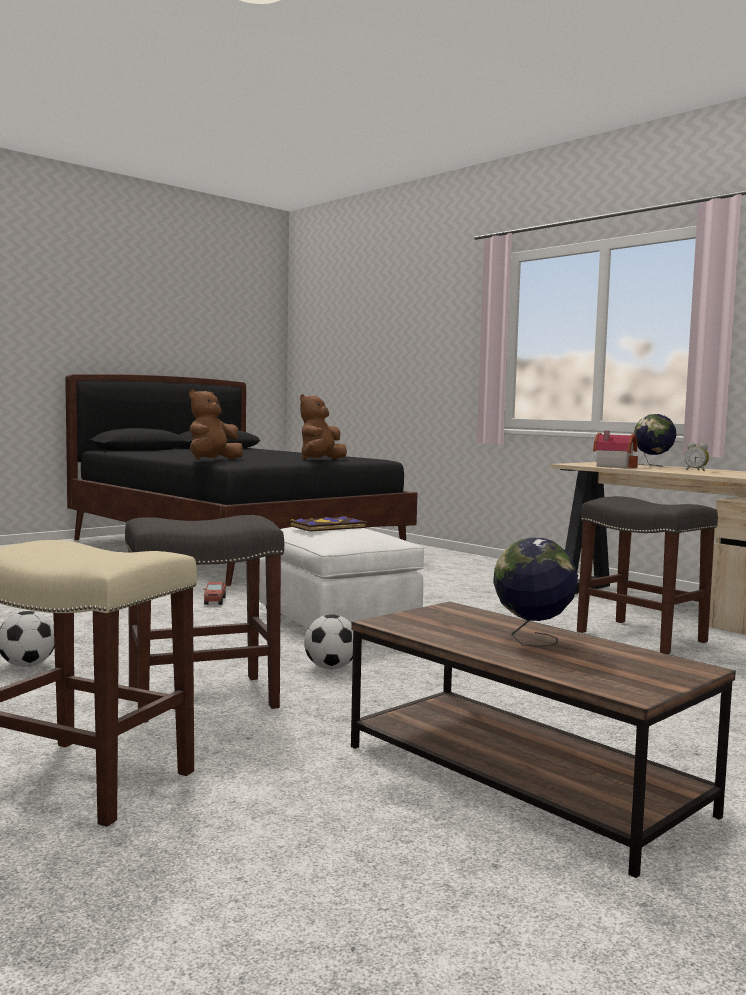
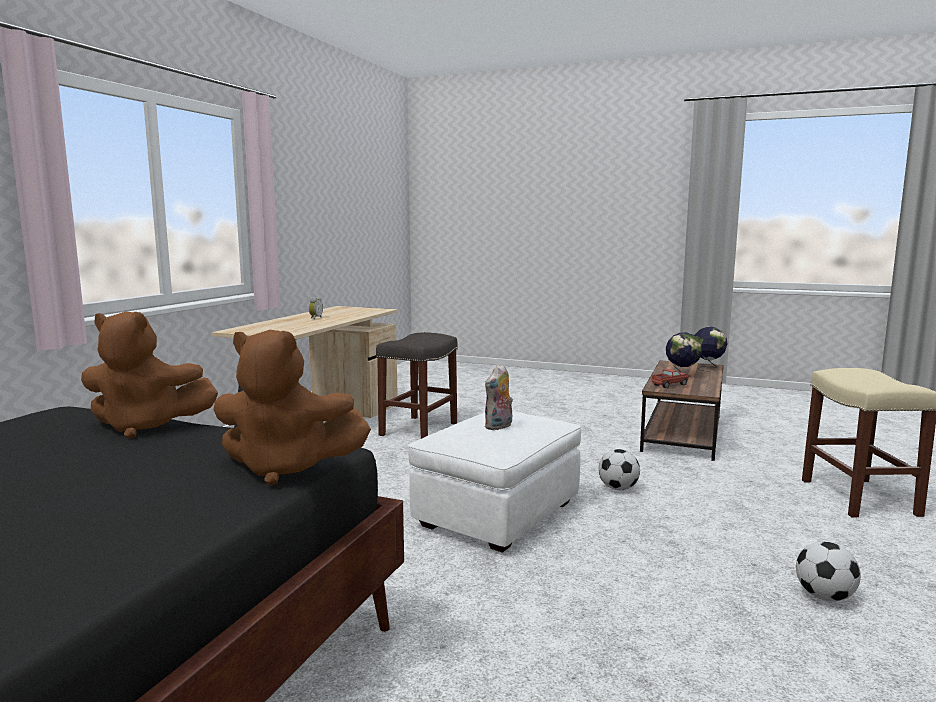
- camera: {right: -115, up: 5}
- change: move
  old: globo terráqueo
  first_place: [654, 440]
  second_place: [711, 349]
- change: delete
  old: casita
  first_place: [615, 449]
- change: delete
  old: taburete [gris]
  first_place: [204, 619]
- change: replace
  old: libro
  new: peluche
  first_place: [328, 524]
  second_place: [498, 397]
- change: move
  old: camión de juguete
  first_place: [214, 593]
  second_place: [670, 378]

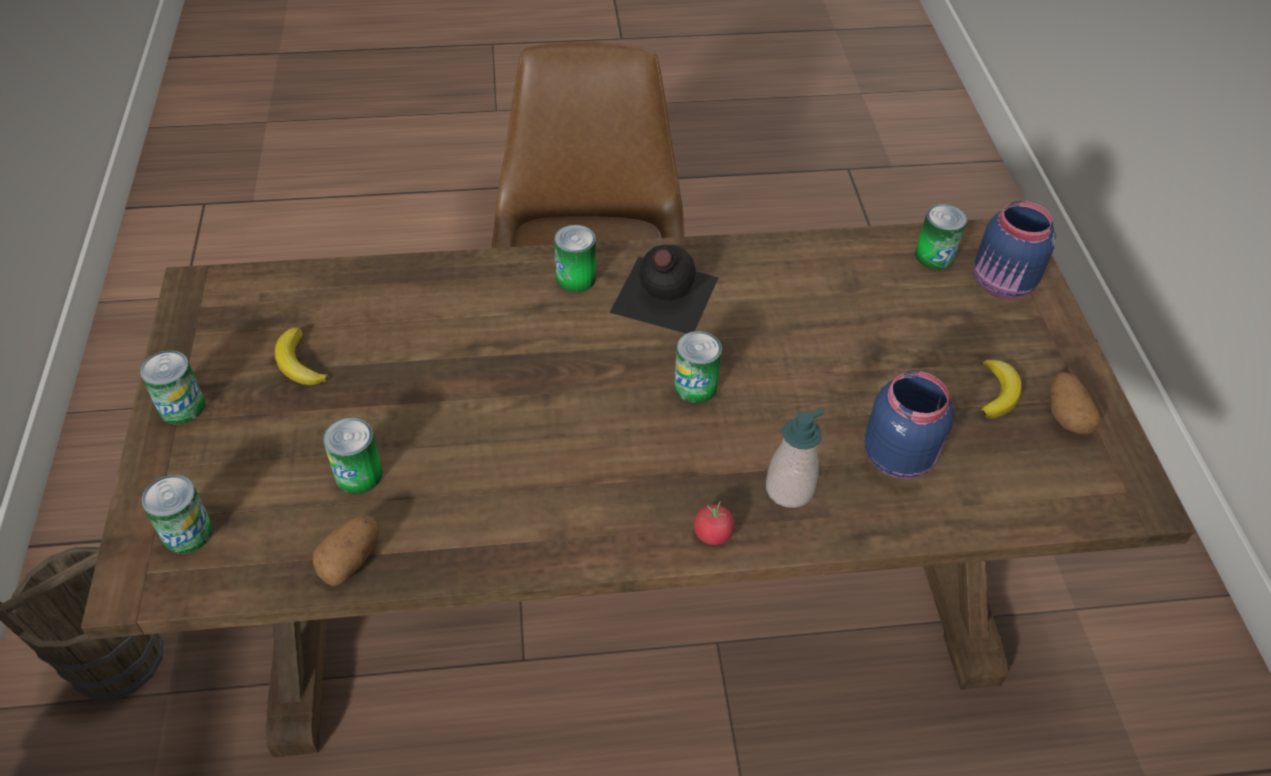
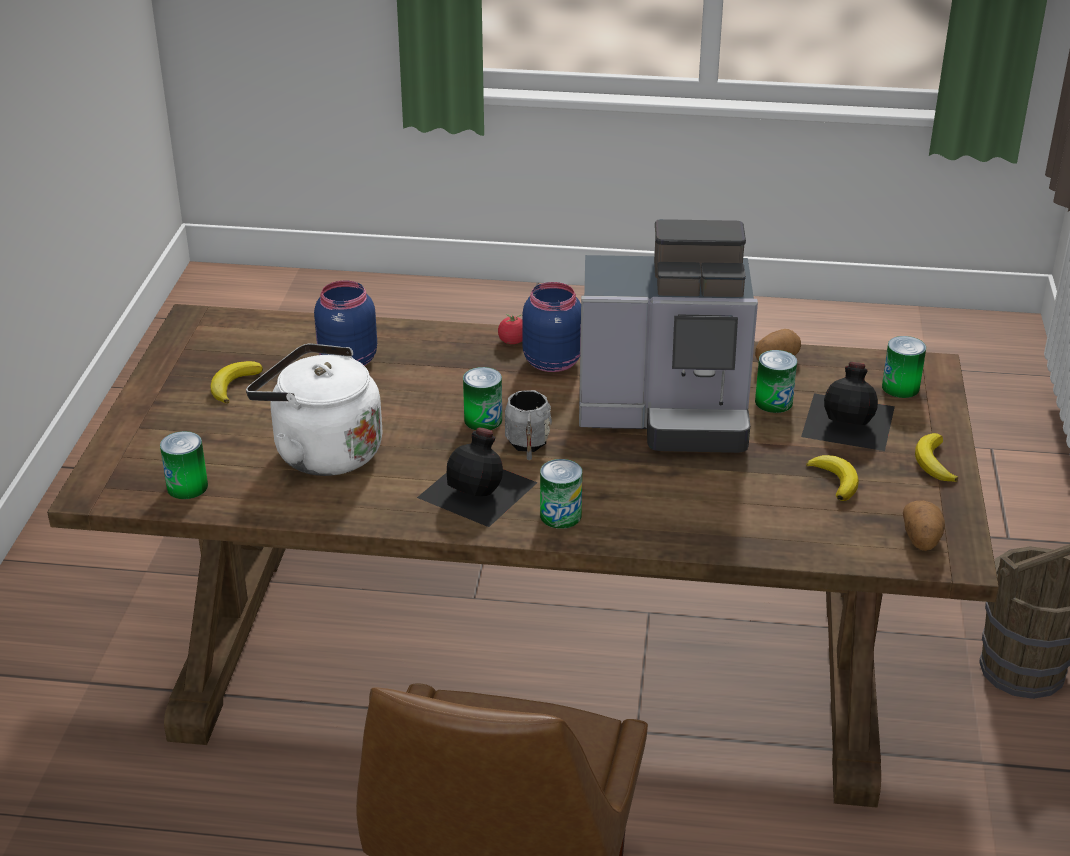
- camera: {right: -165, up: -15}
- change: move
  old: tarro [azul]
  first_place: [1015, 250]
  second_place: [551, 327]
- change: replace
  old: lata
  new: plátano
  first_place: [172, 387]
  second_place: [936, 457]
- change: move
  old: patata
  first_place: [1075, 403]
  second_place: [924, 526]
- change: delete
  old: dispensador de jabón
  first_place: [795, 458]
- change: insert
  new: cafetera
  second_place: [668, 336]
- change: insert
  new: hervidor [blanco]
  second_place: [314, 409]
- change: insert
  new: botella [negro]
  second_place: [848, 406]
- change: insert
  new: taza grande [gris]
  second_place: [528, 425]

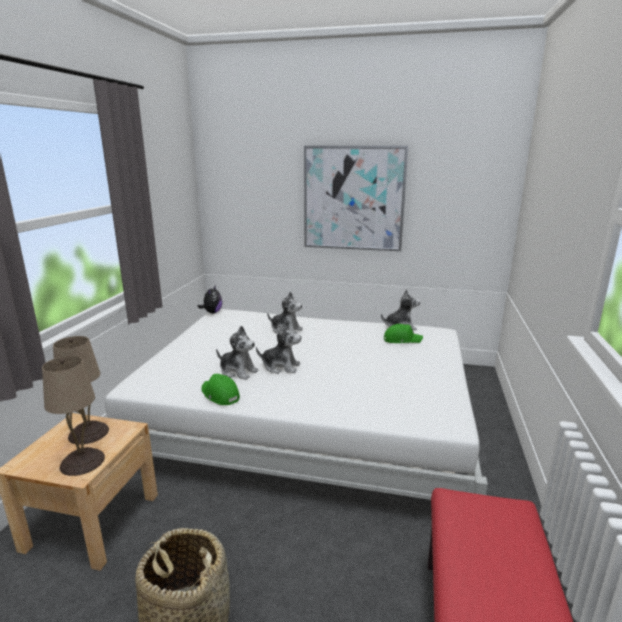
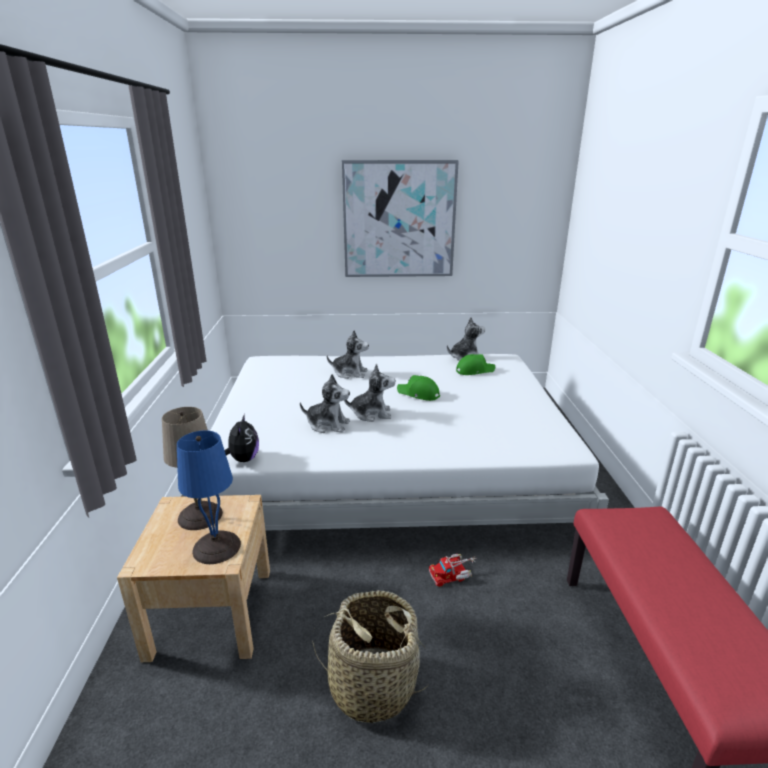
- camera: {right: -15, up: 5}
- change: move
  old: peluche
  first_place: [210, 299]
  second_place: [242, 438]
- change: recolor
  old: lámpara de mesa [beis]
  new: lámpara de mesa [azul]
  first_place: [73, 416]
  second_place: [209, 497]
- change: move
  old: gorra [verde]
  first_place: [220, 389]
  second_place: [418, 388]
- change: insert
  new: camión de juguete
  second_place: [452, 570]

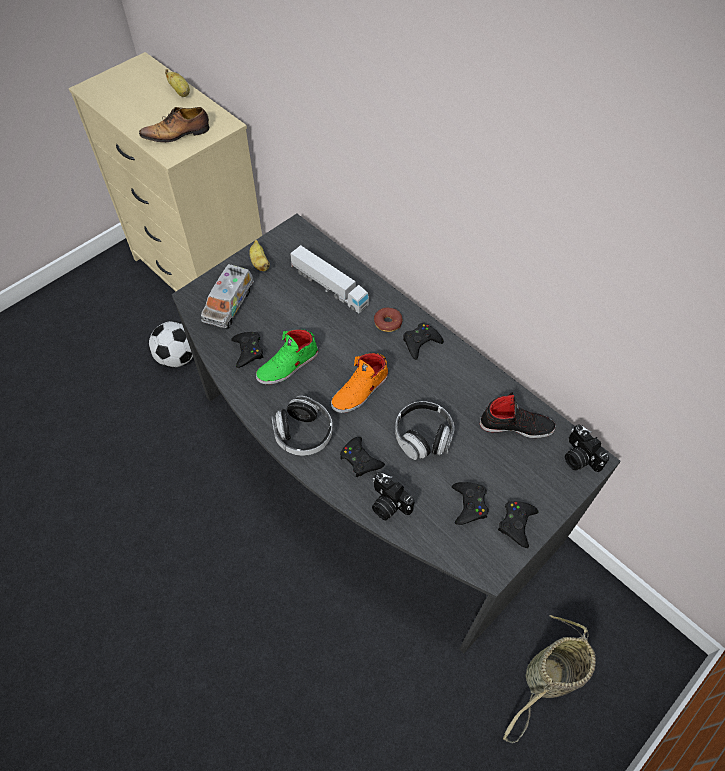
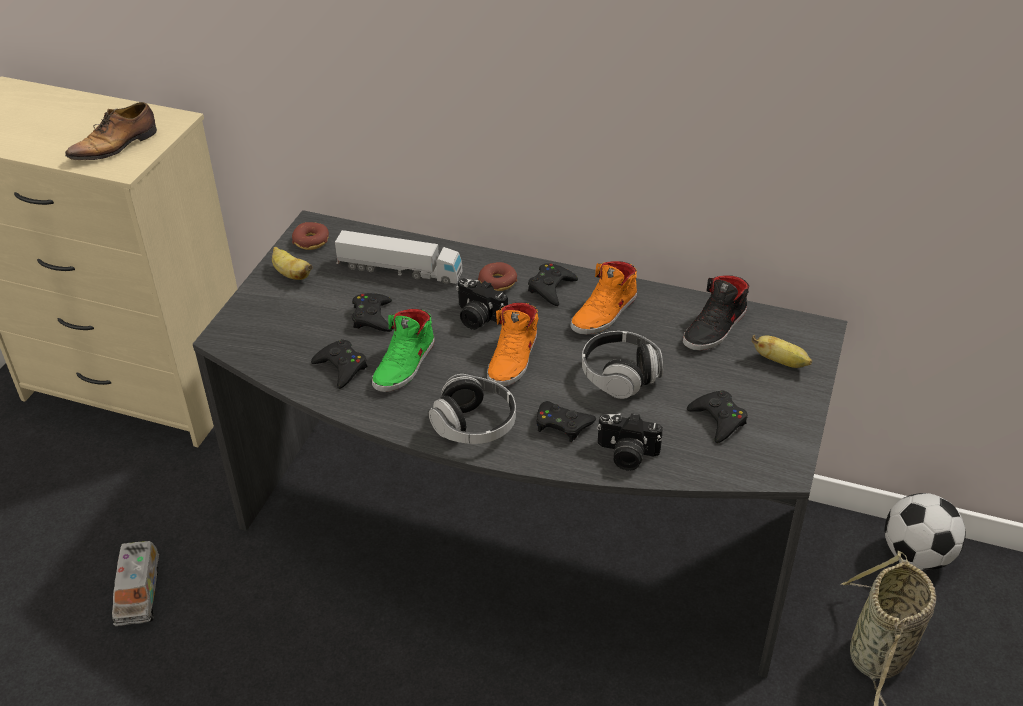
- camera: {right: -25, up: -15}
- change: move
  old: plátano
  first_place: [177, 83]
  second_place: [782, 351]
- change: move
  old: camión de juguete
  first_place: [227, 296]
  second_place: [135, 583]
- change: move
  old: balón de fútbol
  first_place: [171, 344]
  second_place: [925, 531]
- change: rotate
  old: zapato [negro]
  first_place: [518, 415]
  second_place: [716, 313]
  degrees: 150
- change: move
  old: cámara
  first_place: [587, 448]
  second_place: [482, 304]
- change: move
  old: mando de consola [negro]
  first_place: [518, 524]
  second_place: [372, 312]
- change: insert
  new: rosquilla
  second_place: [310, 236]
- change: insert
  new: zapato [naranja]
  second_place: [603, 298]

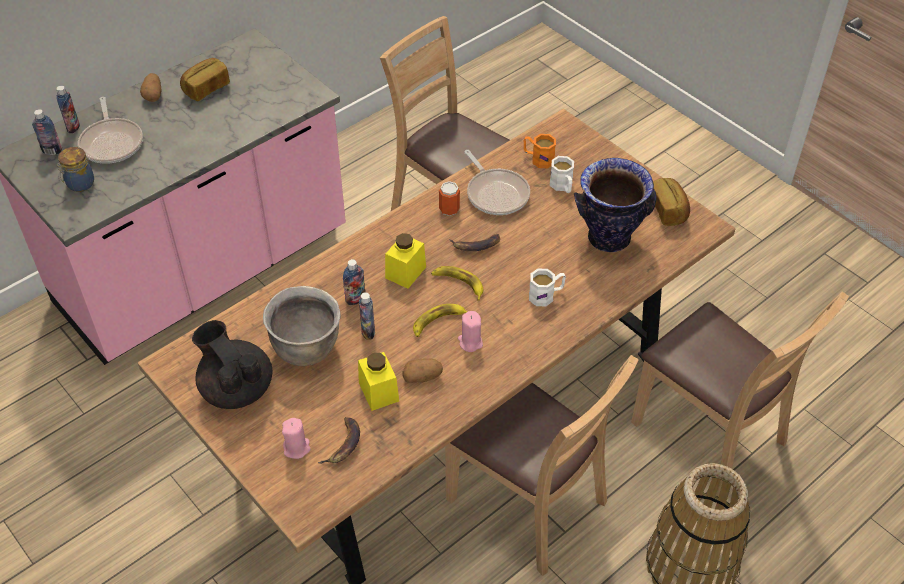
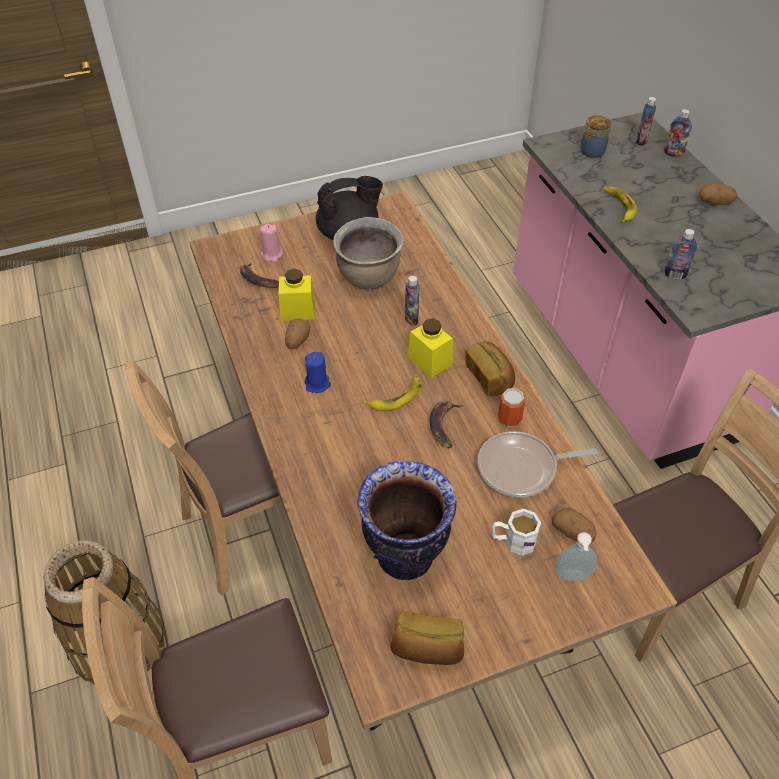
- camera: {right: 110, up: 0}
- change: move
  old: pan
  first_place: [205, 79]
  second_place: [490, 368]
- change: delete
  old: sartén
  first_place: [110, 130]
- change: replace
  old: taza grande [naranja]
  new: patata
  first_place: [540, 151]
  second_place: [574, 525]
- change: delete
  old: taza grande [blanco]
  first_place: [547, 287]
- change: move
  old: botella
  first_place: [367, 316]
  second_place: [681, 254]
- change: move
  old: plátano
  first_place: [440, 320]
  second_place: [620, 205]
- change: recolor
  old: vela [rosa]
  new: vela [azul]
  first_place: [470, 331]
  second_place: [318, 372]
- change: insert
  new: dispensador de jabón
  second_place: [575, 556]

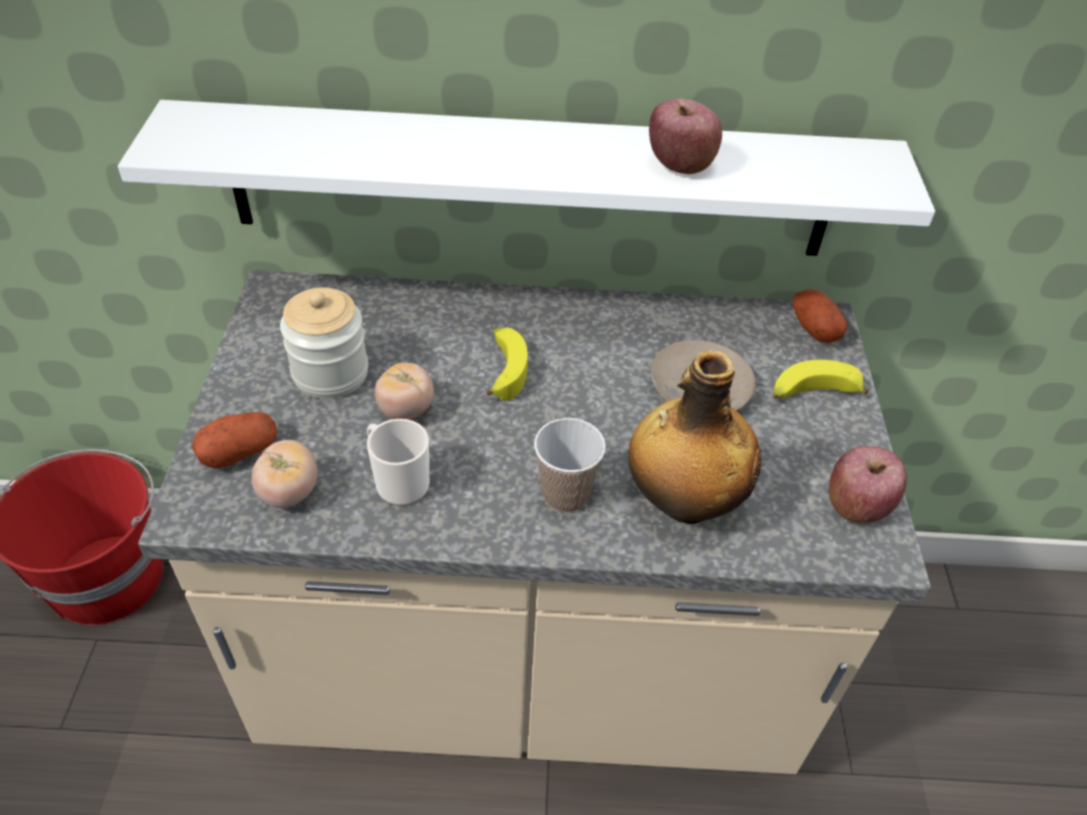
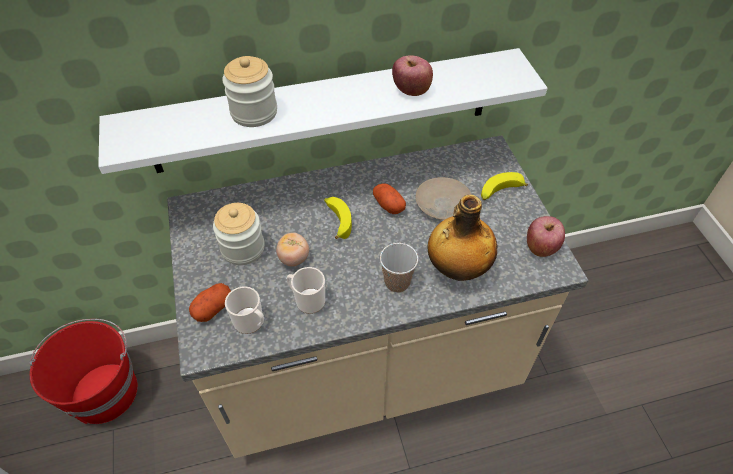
- camera: {right: -15, up: 5}
- change: move
  old: patata
  first_place: [820, 316]
  second_place: [389, 198]
- change: replace
  old: tomate
  new: taza grande
  first_place: [284, 474]
  second_place: [244, 310]
- change: insert
  new: tarro
  second_place: [249, 91]

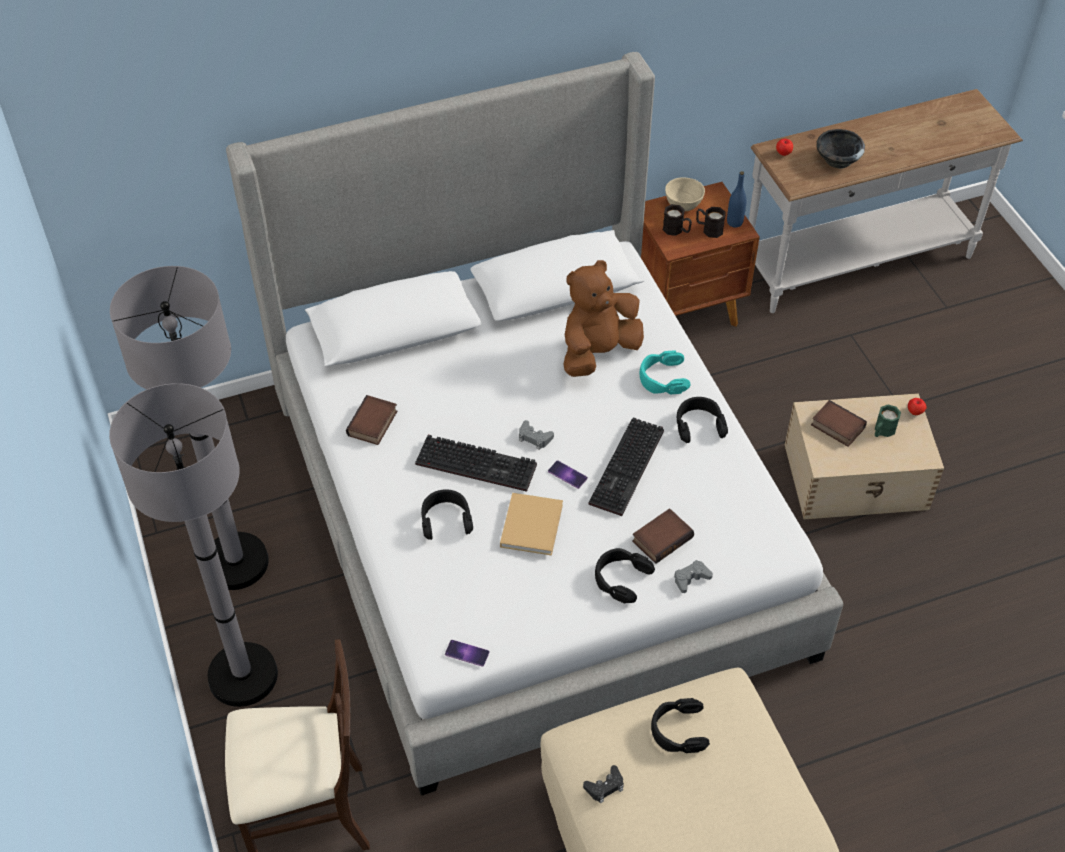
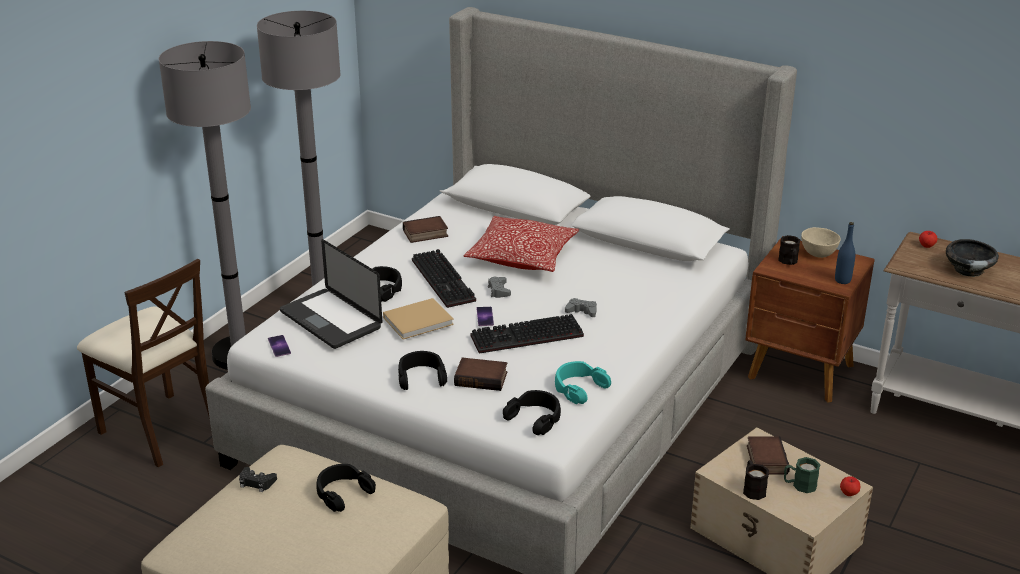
- camera: {right: 50, up: -20}
- change: move
  old: taza grande [negro]
  first_place: [711, 222]
  second_place: [756, 480]
- change: delete
  old: peluche [marrón]
  first_place: [603, 318]
- change: move
  old: auriculares [turquesa]
  first_place: [665, 372]
  second_place: [583, 382]
- change: move
  old: auriculares [negro]
  first_place: [702, 420]
  second_place: [532, 412]
- change: move
  old: mando de consola [gris]
  first_place: [693, 576]
  second_place: [581, 307]
- change: insert
  new: cojín
  second_place: [521, 244]
- change: insert
  new: portátil
  second_place: [331, 294]

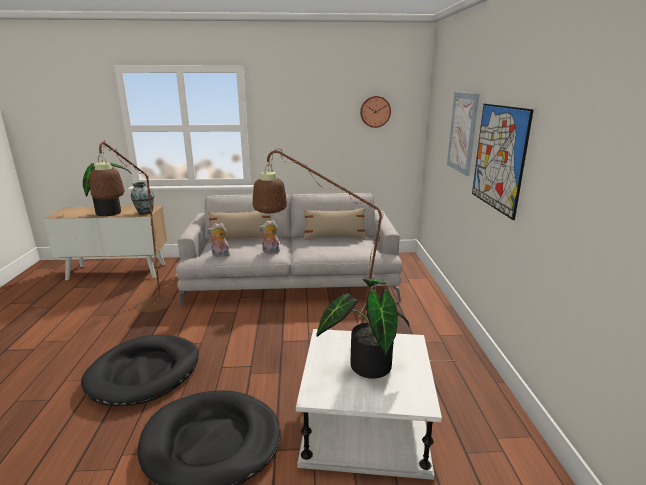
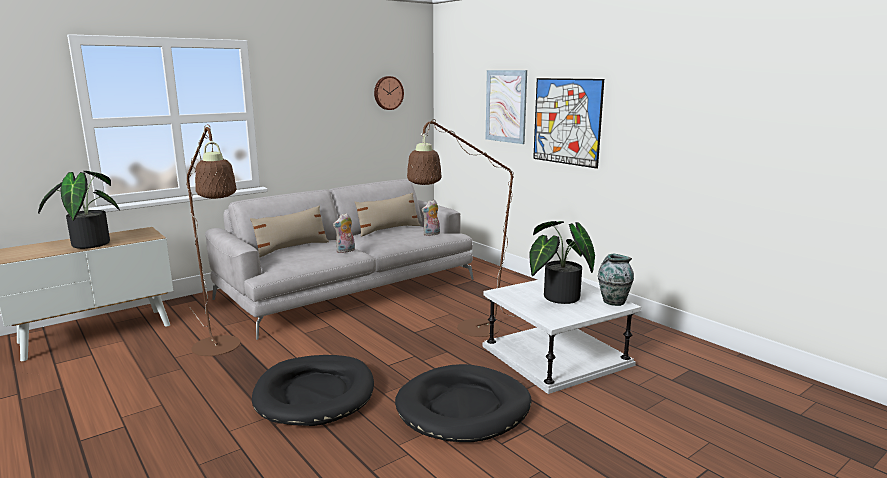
- camera: {right: -35, up: -5}
- change: move
  old: florero
  first_place: [142, 198]
  second_place: [616, 280]
- change: move
  old: peluche
  first_place: [218, 240]
  second_place: [430, 218]

